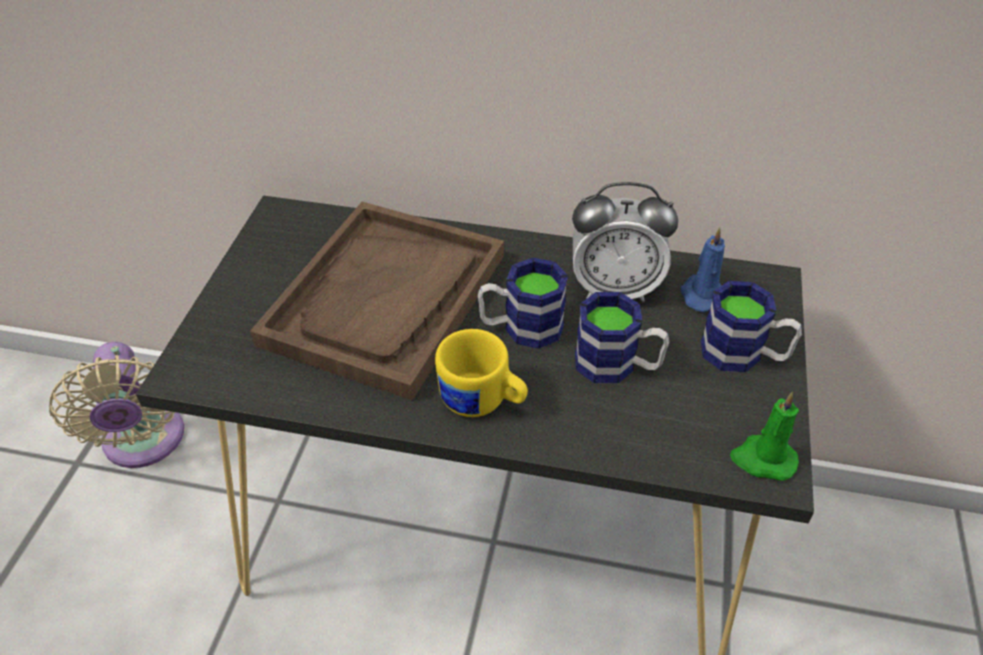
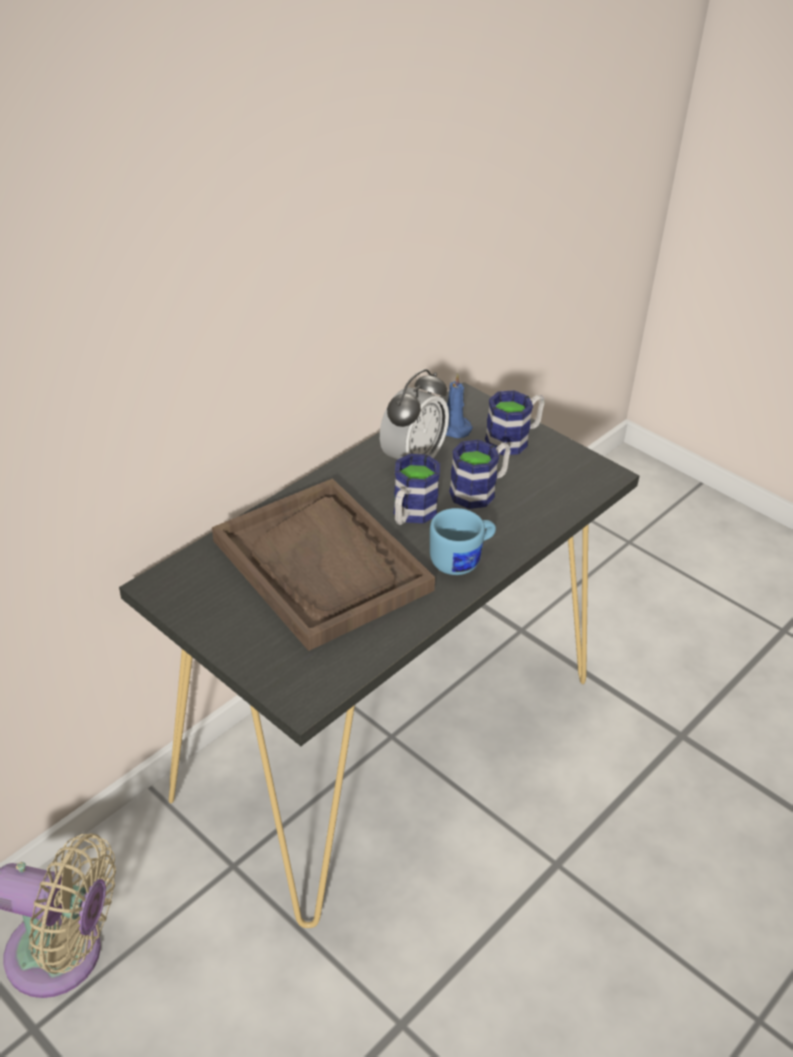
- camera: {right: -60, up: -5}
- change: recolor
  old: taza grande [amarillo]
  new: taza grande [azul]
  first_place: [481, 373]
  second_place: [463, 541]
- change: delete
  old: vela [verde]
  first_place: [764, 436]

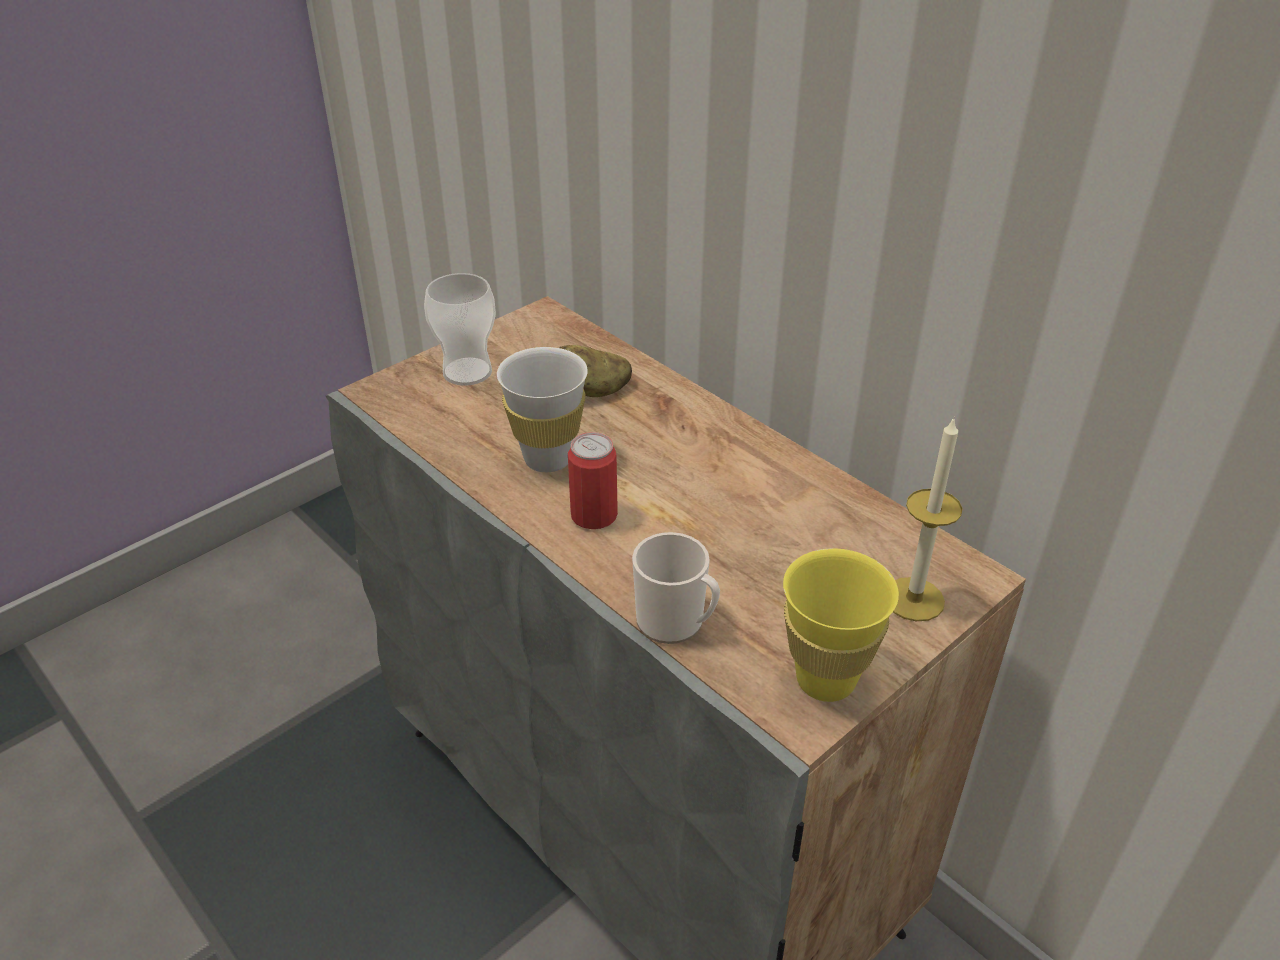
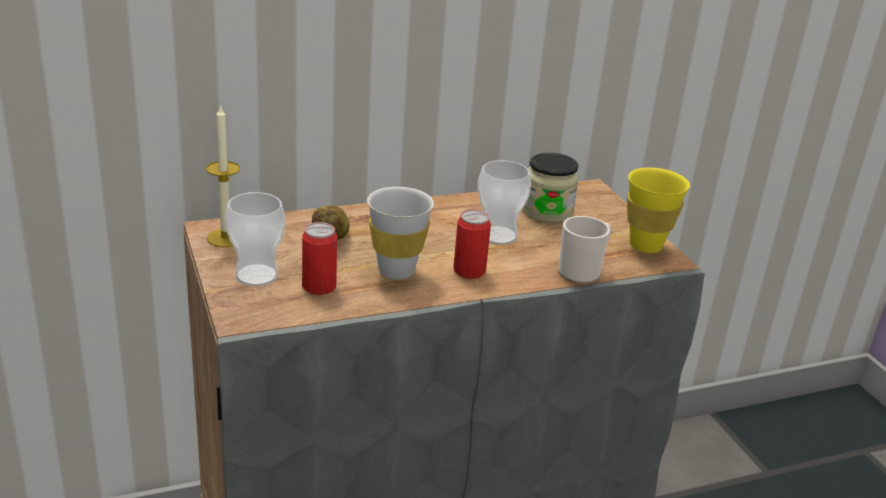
- camera: {right: -70, up: -10}
- change: move
  old: vela
  first_place: [928, 519]
  second_place: [223, 175]
- change: insert
  new: tarro
  second_place: [550, 188]
- change: insert
  new: taza
  second_place: [504, 202]
- change: insert
  new: lata
  second_place: [319, 258]

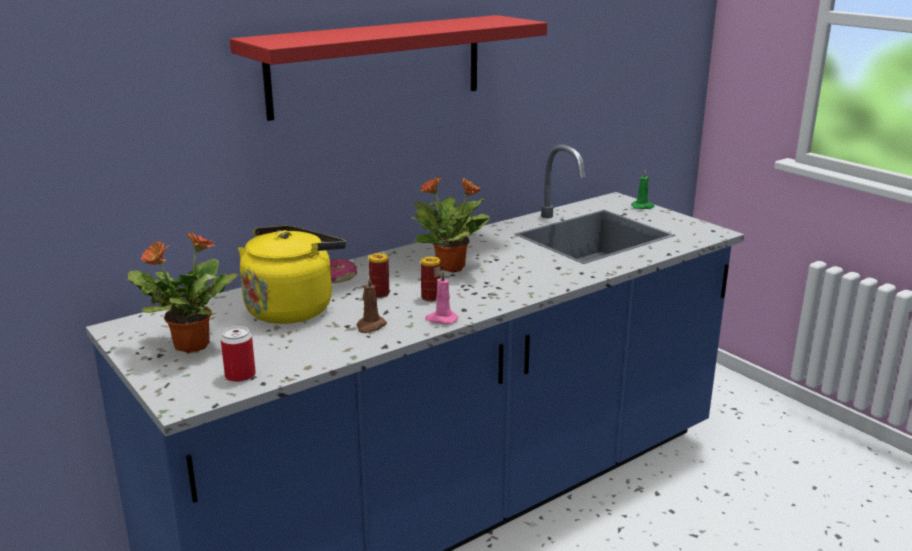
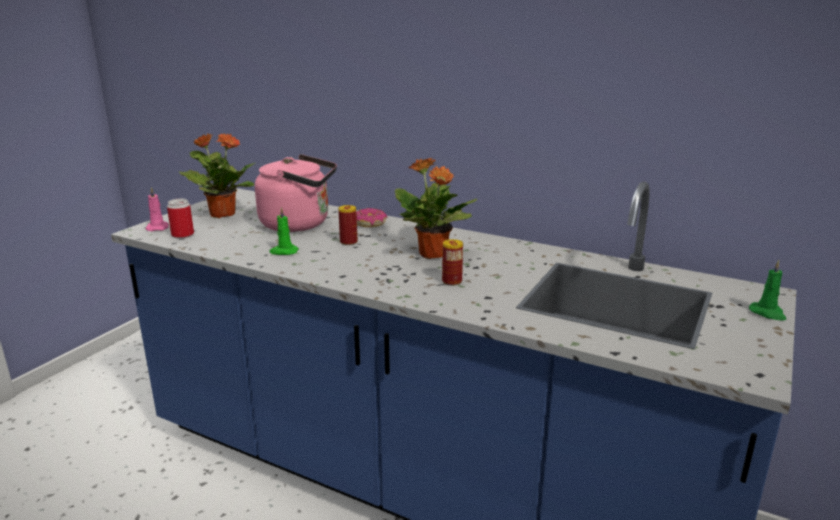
- camera: {right: 65, up: 0}
- change: delete
  old: estante [rojo]
  first_place: [388, 68]
- change: recolor
  old: hervidor [amarillo]
  new: hervidor [rosa]
  first_place: [292, 274]
  second_place: [296, 193]
- change: move
  old: lata
  first_place: [431, 279]
  second_place: [452, 262]
- change: move
  old: vela [rosa]
  first_place: [441, 297]
  second_place: [157, 209]
- change: recolor
  old: vela [marrón]
  new: vela [verde]
  first_place: [372, 304]
  second_place: [284, 231]

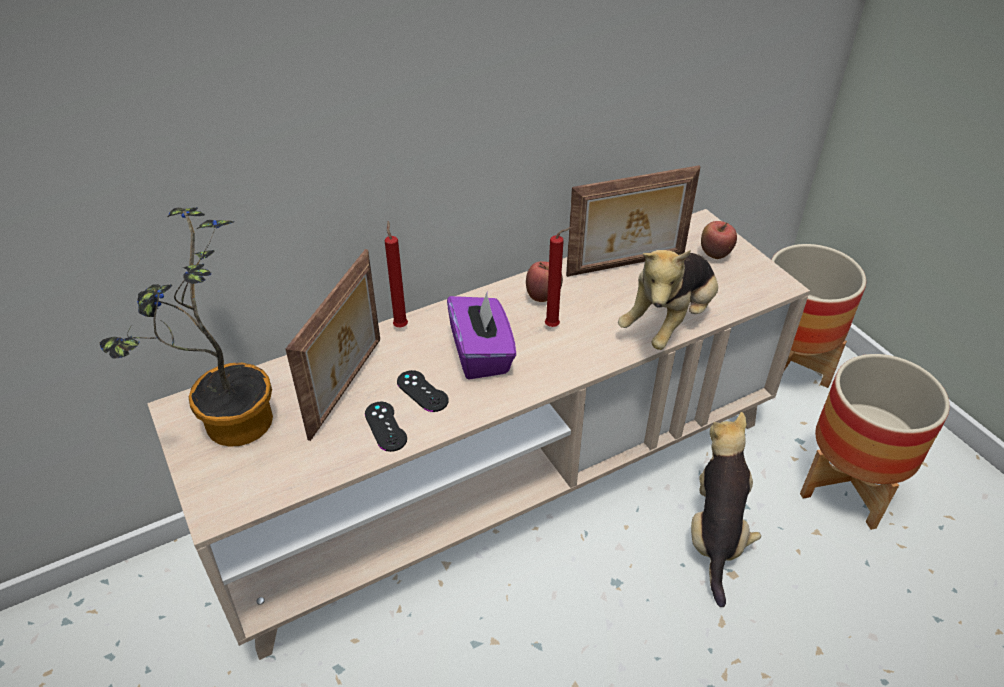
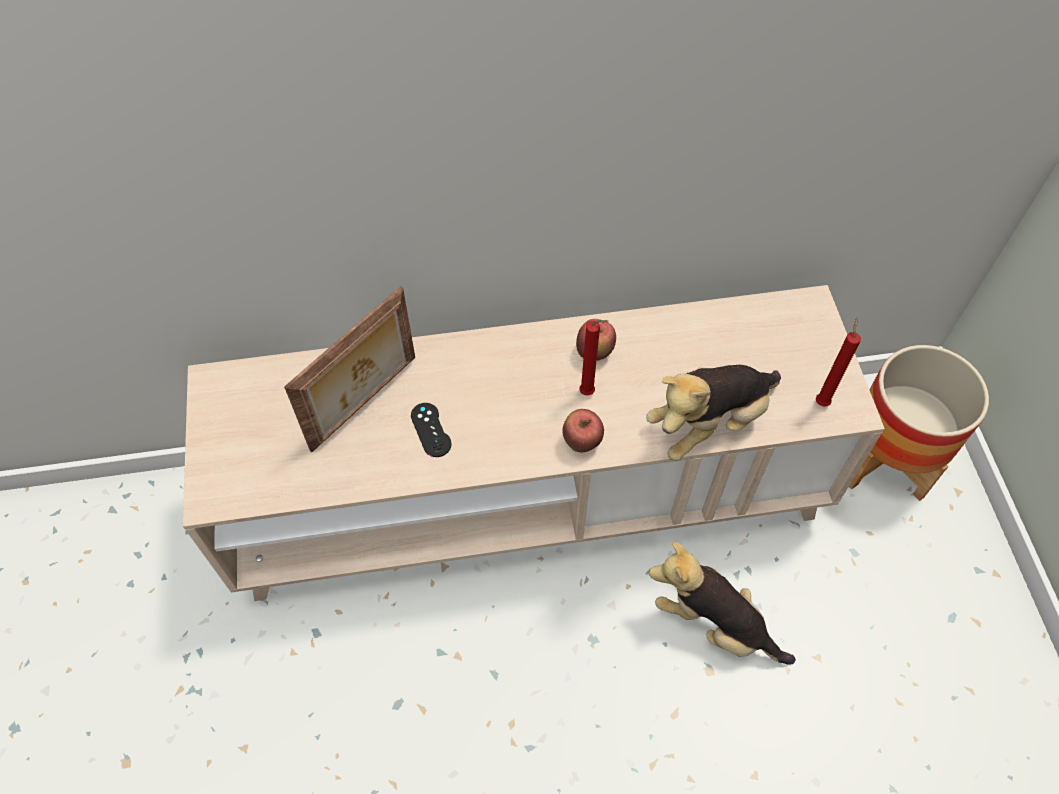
- camera: {right: 20, up: 15}
- change: delete
  old: portarretratos
  first_place: [633, 221]
- change: delete
  old: planta en maceta
  first_place: [186, 327]
- change: move
  old: vela [rojo]
  first_place: [396, 274]
  second_place: [838, 362]
- change: move
  old: manzana
  first_place: [719, 240]
  second_place: [583, 430]
- change: delete
  old: caja de pañuelos [morado]
  first_place: [481, 336]
- change: delete
  old: maceta
  first_place: [875, 442]
- change: delete
  old: mando de consola [negro]
  first_place: [386, 427]
- change: rotate
  old: peluche
  first_place: [726, 509]
  second_place: [722, 603]
  degrees: -90

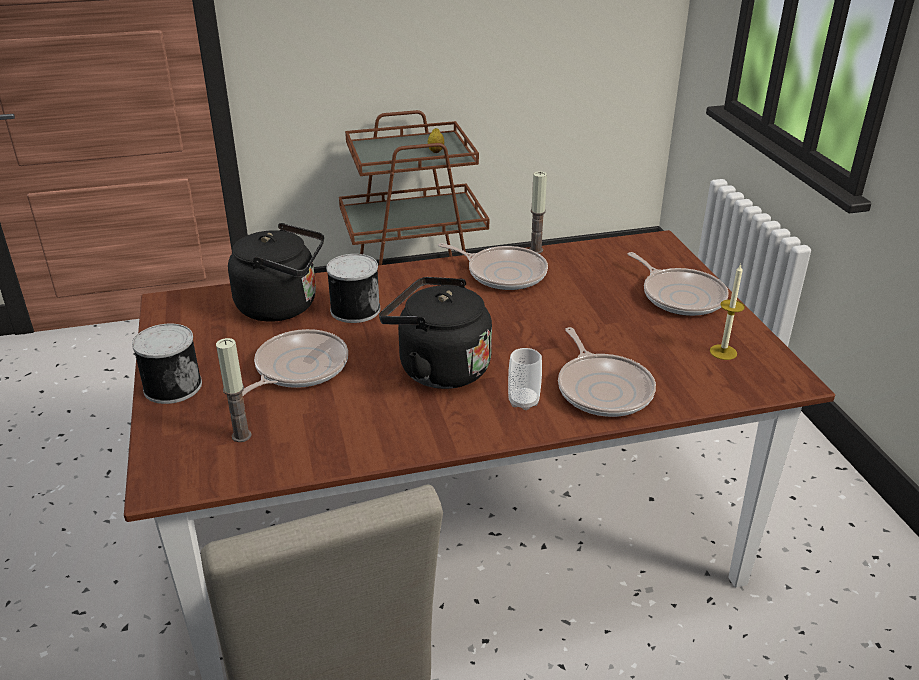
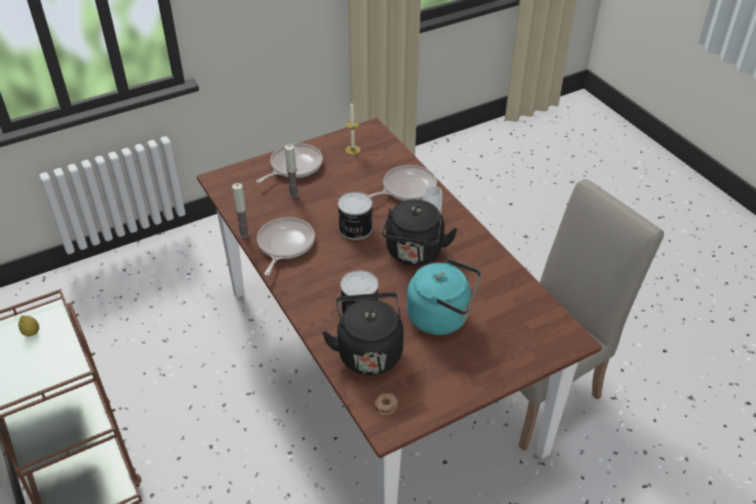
- camera: {right: -105, up: 10}
- change: move
  old: lata
  first_place: [167, 363]
  second_place: [355, 216]
- change: replace
  old: sartén
  new: hervidor [turquesa]
  first_place: [295, 362]
  second_place: [444, 297]
- change: move
  old: vela
  first_place: [234, 390]
  second_place: [292, 171]
- change: insert
  new: rosquilla
  second_place: [386, 404]

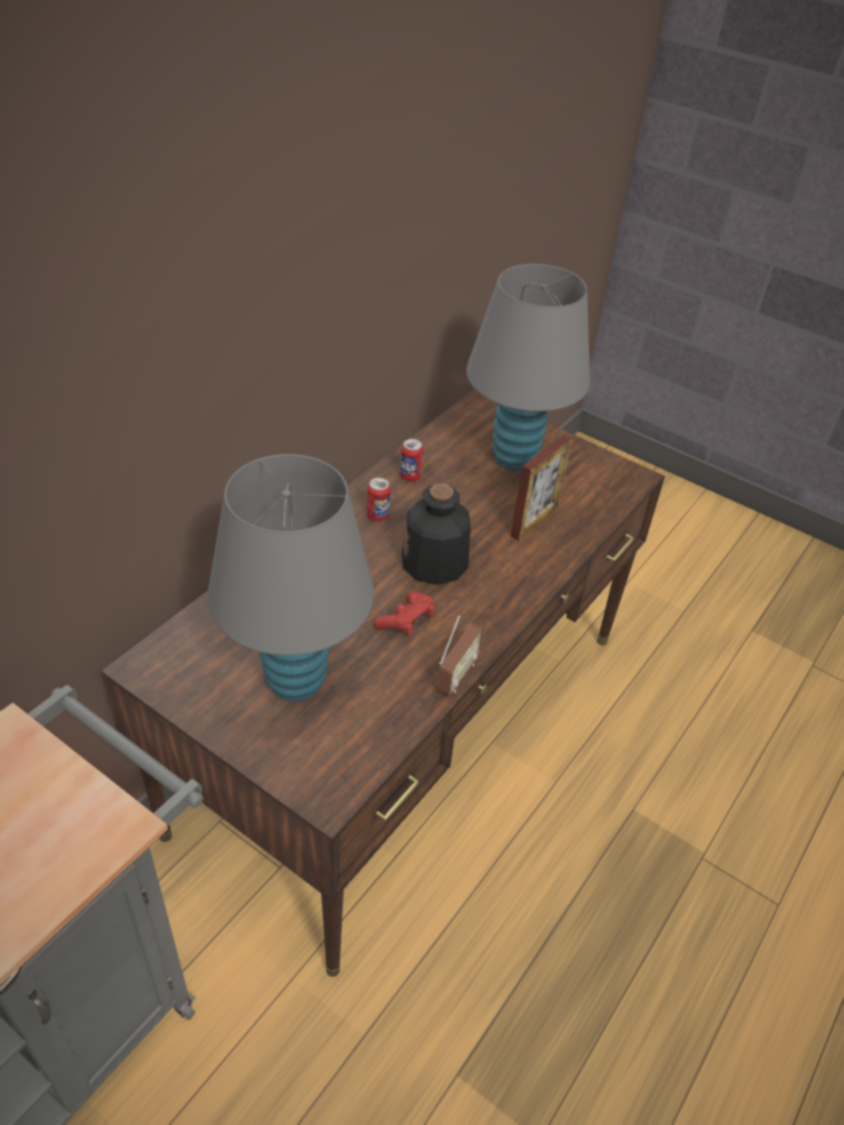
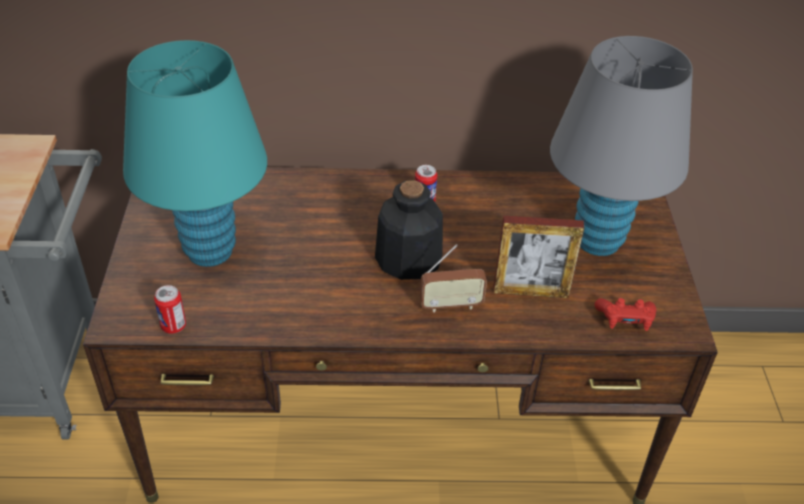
- camera: {right: 55, up: 0}
- change: move
  old: lata
  first_place: [411, 460]
  second_place: [170, 309]
- change: recolor
  old: lámpara de mesa [gris]
  new: lámpara de mesa [turquesa]
  first_place: [290, 577]
  second_place: [195, 153]
- change: move
  old: mando de consola [rojo]
  first_place: [404, 613]
  second_place: [625, 314]
- change: move
  old: radio
  first_place: [461, 655]
  second_place: [453, 278]

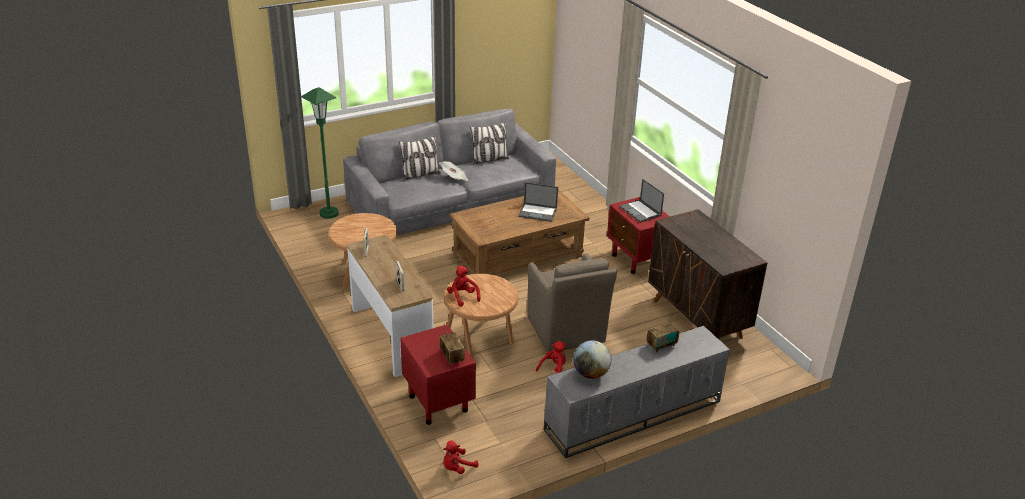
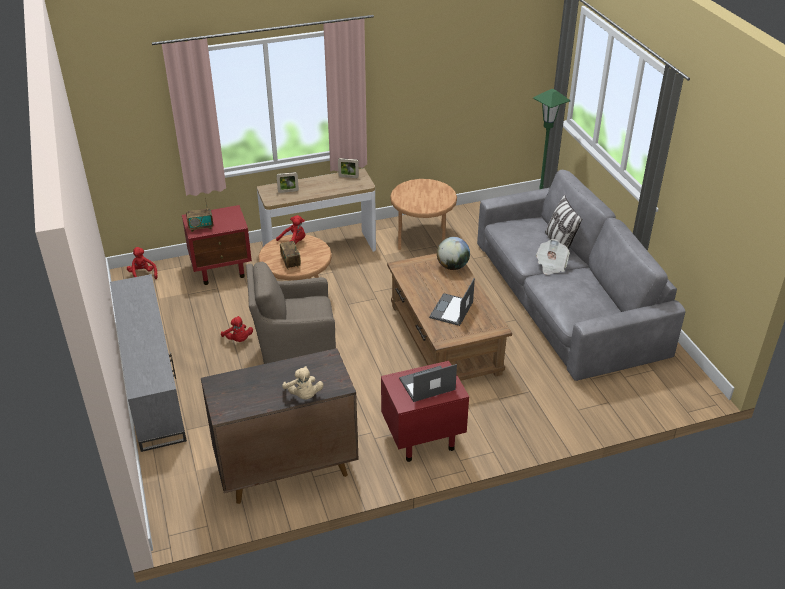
- camera: {right: 100, up: 5}
- change: delete
  old: cojín
  first_place: [489, 143]
- change: move
  old: radio
  first_place: [662, 331]
  second_place: [290, 254]
- change: move
  old: globo terráqueo
  first_place: [592, 359]
  second_place: [453, 253]
- change: insert
  new: peluche [beis]
  second_place: [302, 383]

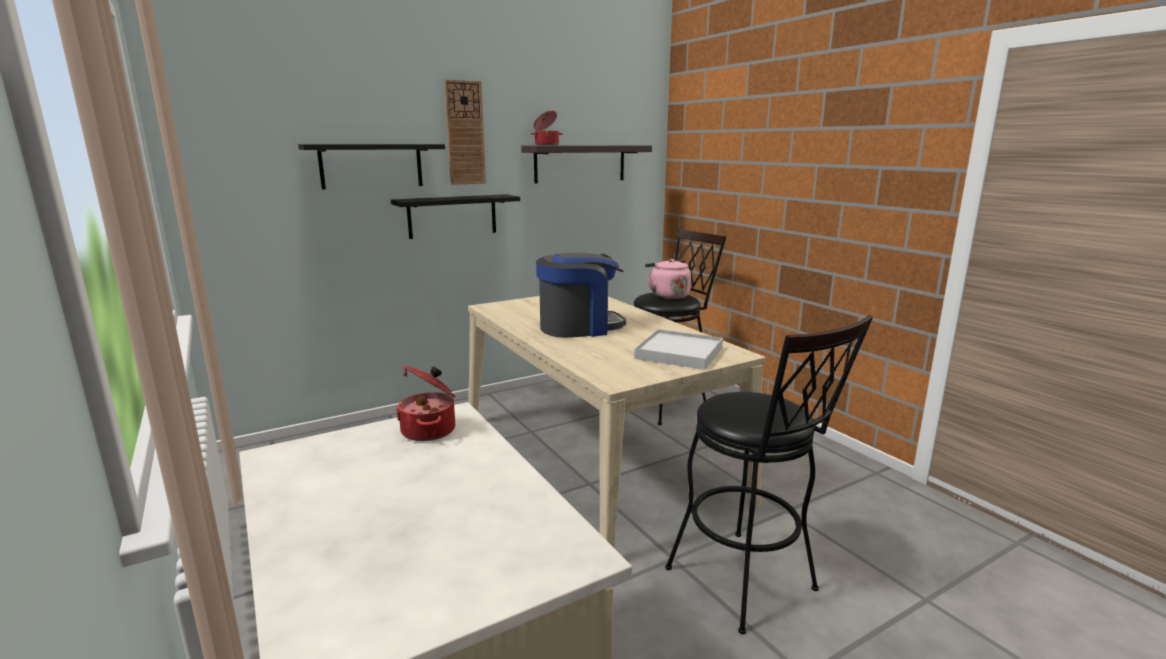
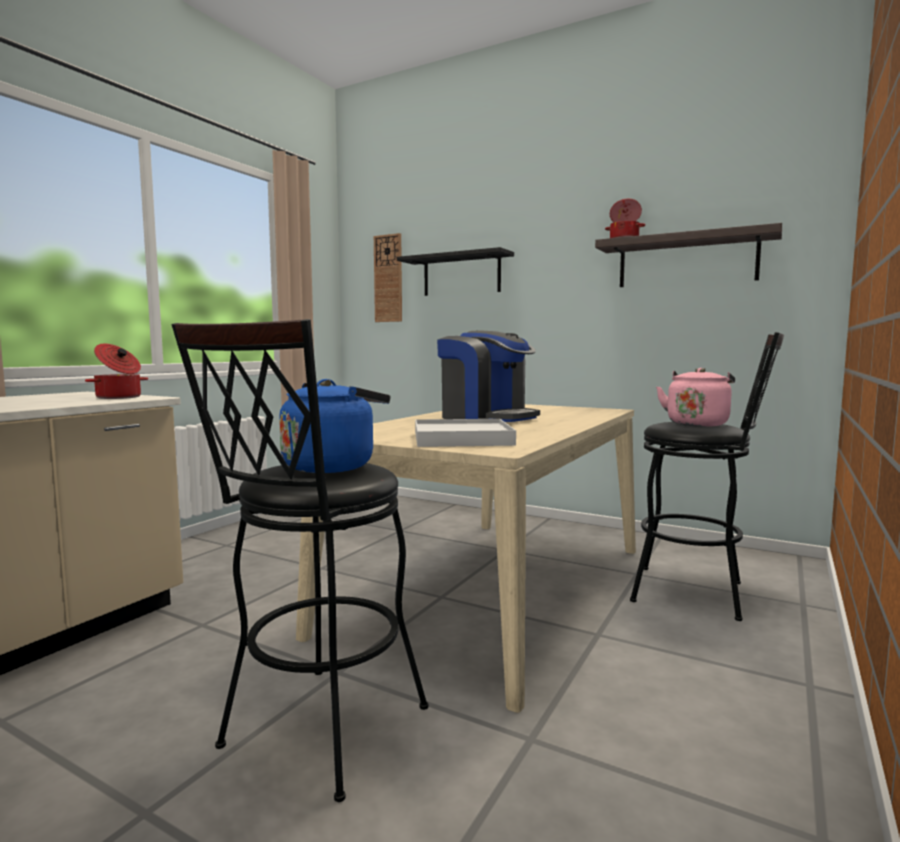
- camera: {right: 60, up: -10}
- change: move
  old: reloj de pared
  first_place: [465, 132]
  second_place: [388, 277]
- change: delete
  old: estante [negro]
  first_place: [455, 216]
- change: insert
  new: hervidor [azul]
  second_place: [334, 426]

